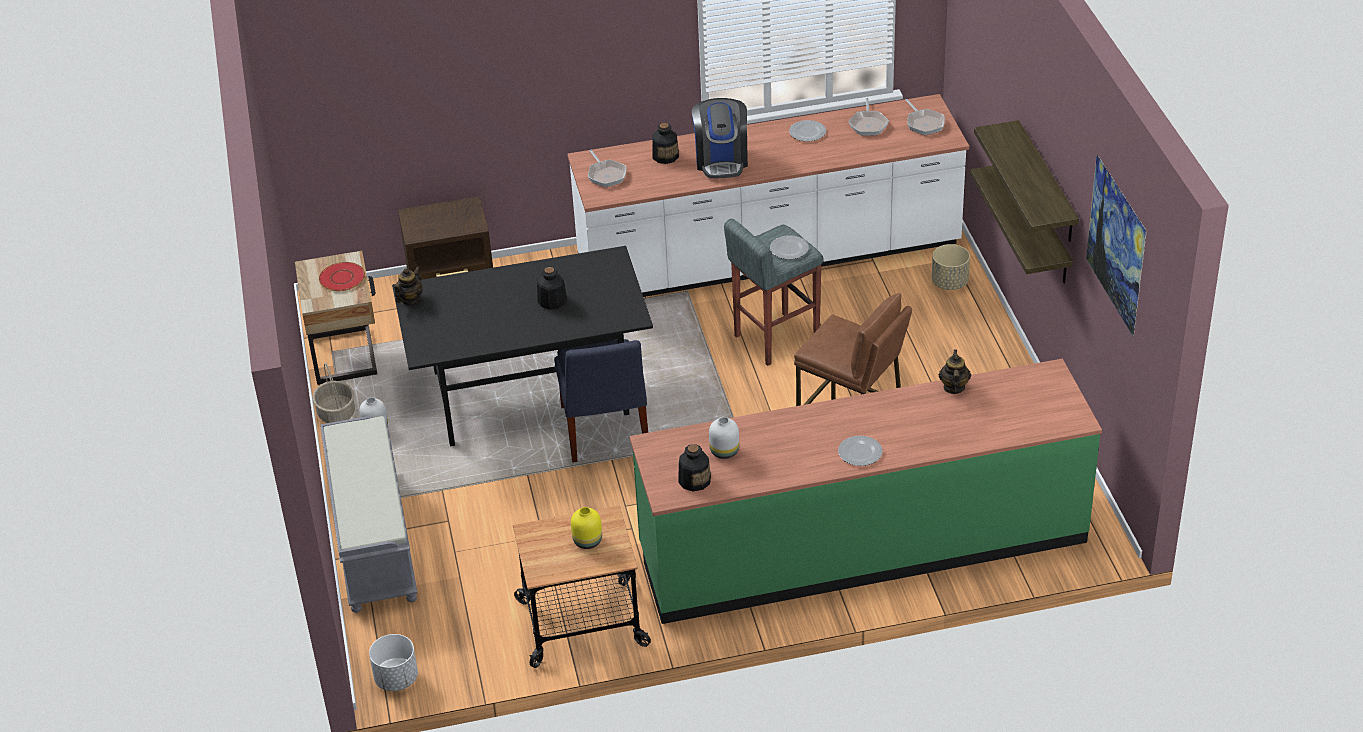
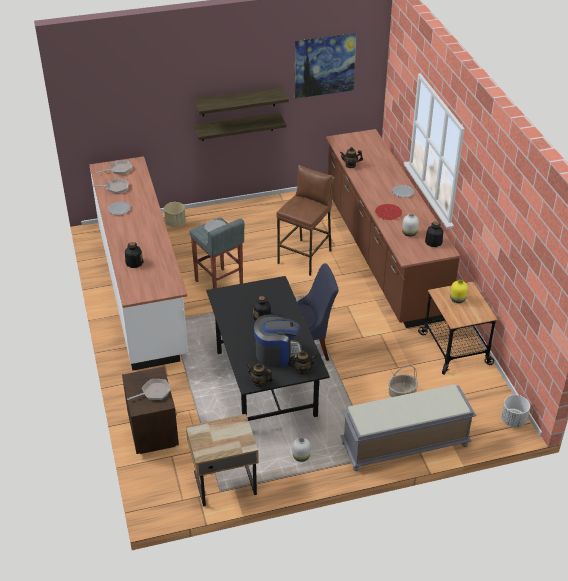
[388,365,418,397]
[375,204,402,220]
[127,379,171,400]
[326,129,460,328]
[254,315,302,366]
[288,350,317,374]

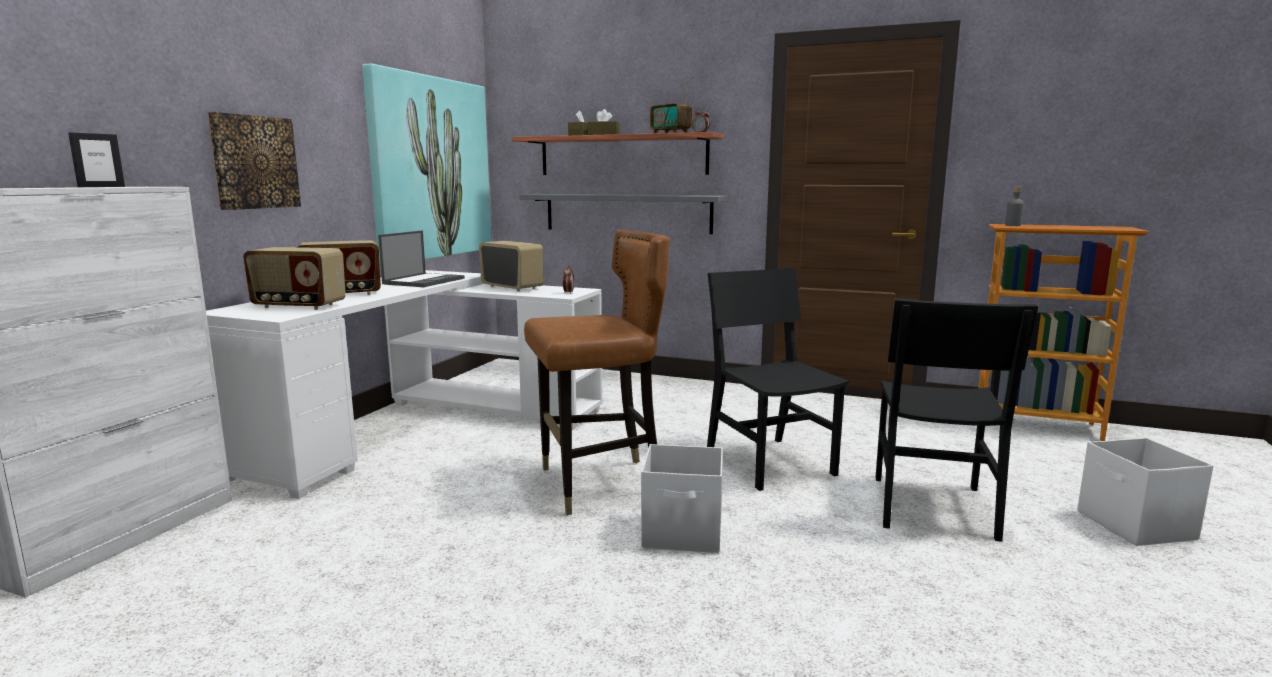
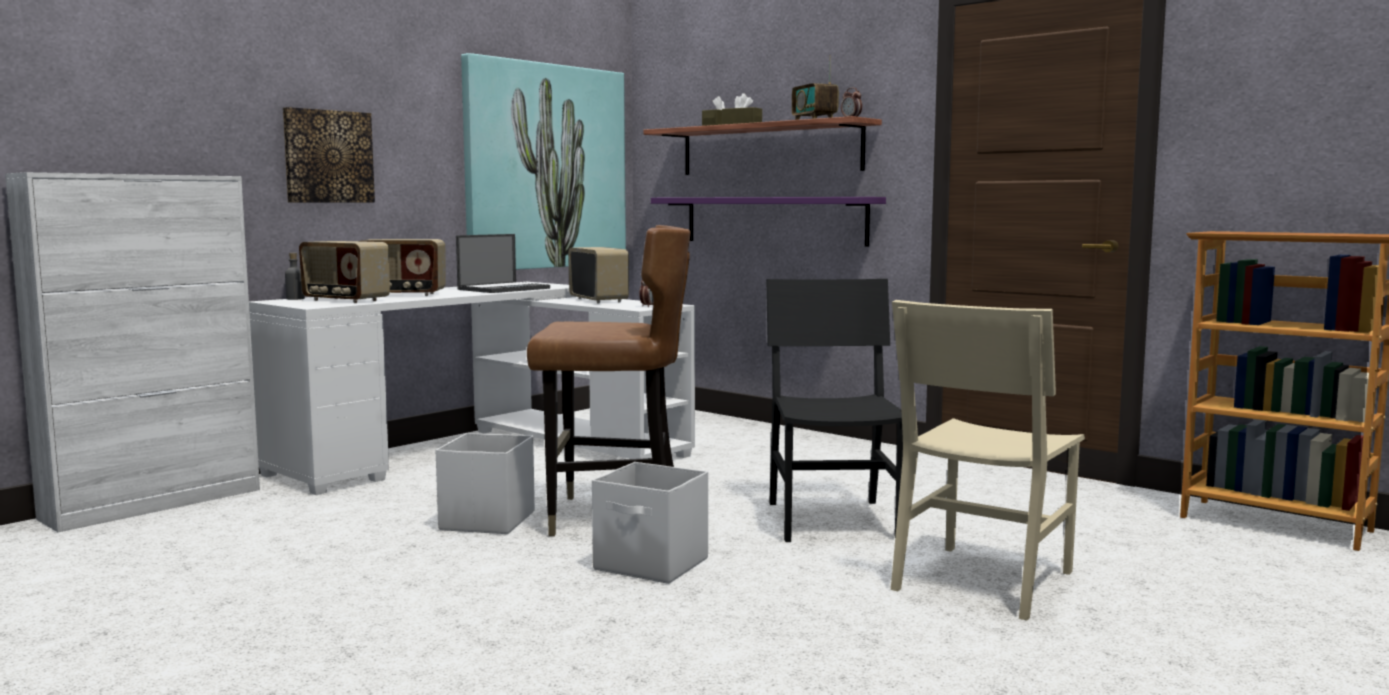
[68,132,125,187] (first image)
[651,197,886,247]
[891,300,1085,620]
[285,253,305,300]
[436,433,535,534]

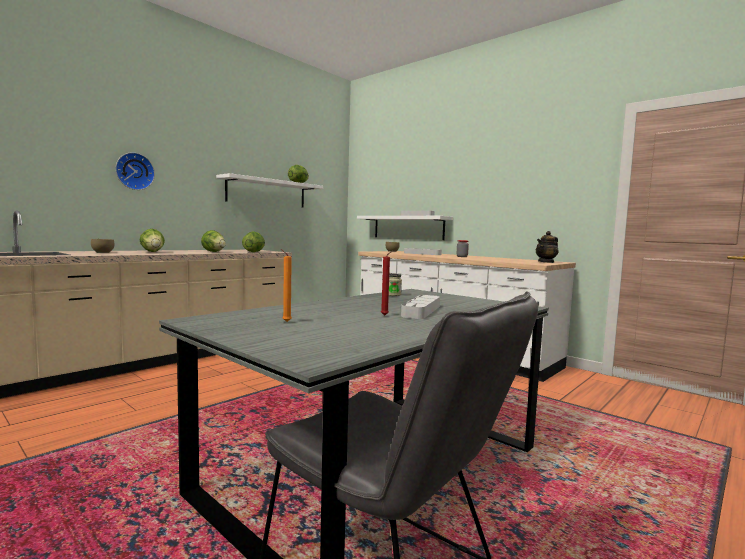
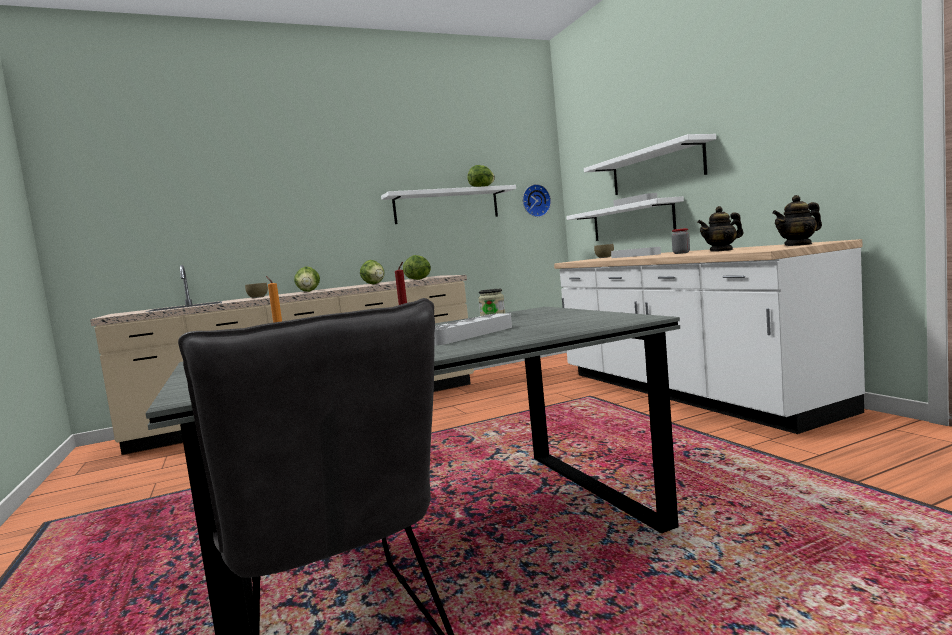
[523,184,551,217]
[584,134,716,195]
[697,206,743,251]

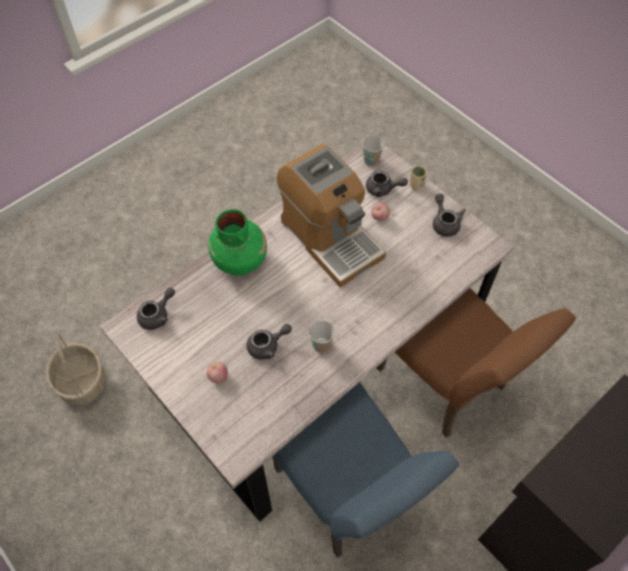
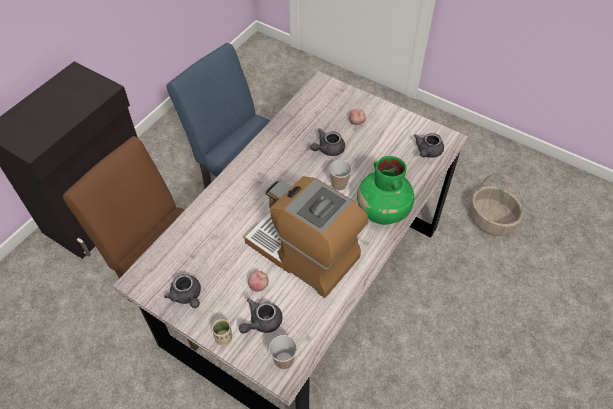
[329,160,352,191]
[239,299,282,334]

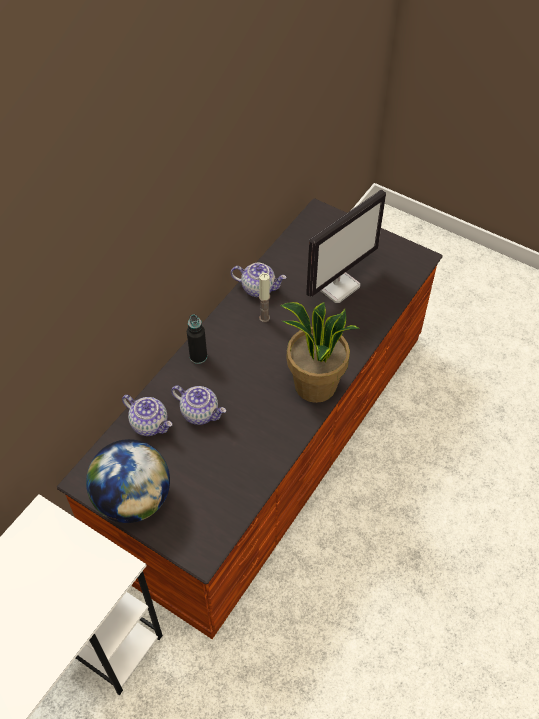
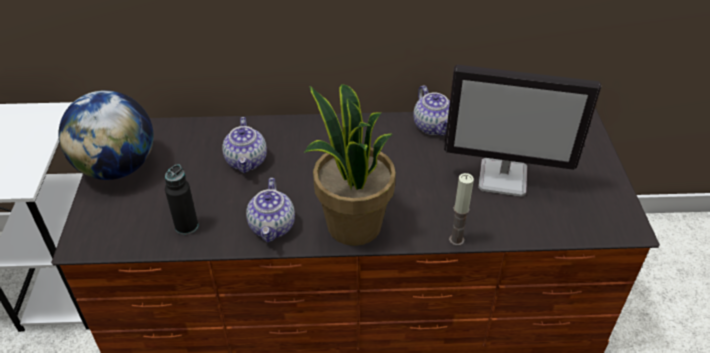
[246,178,295,242]
[165,164,198,235]
[449,173,474,246]

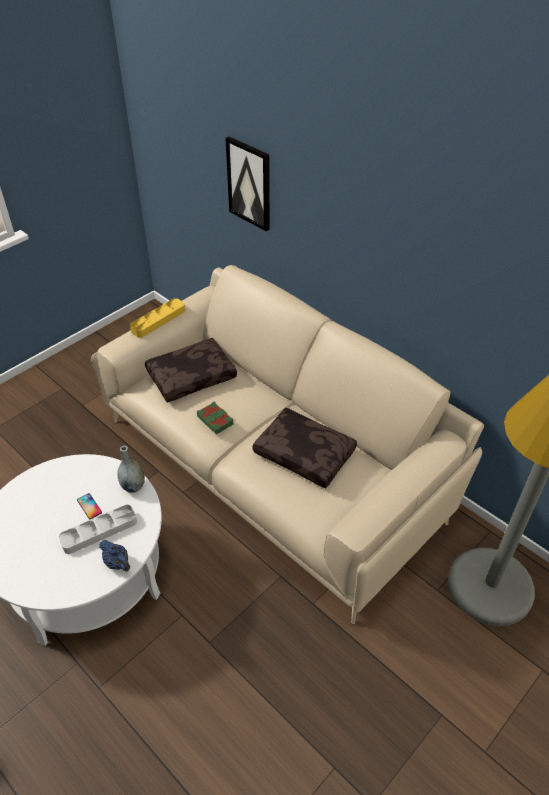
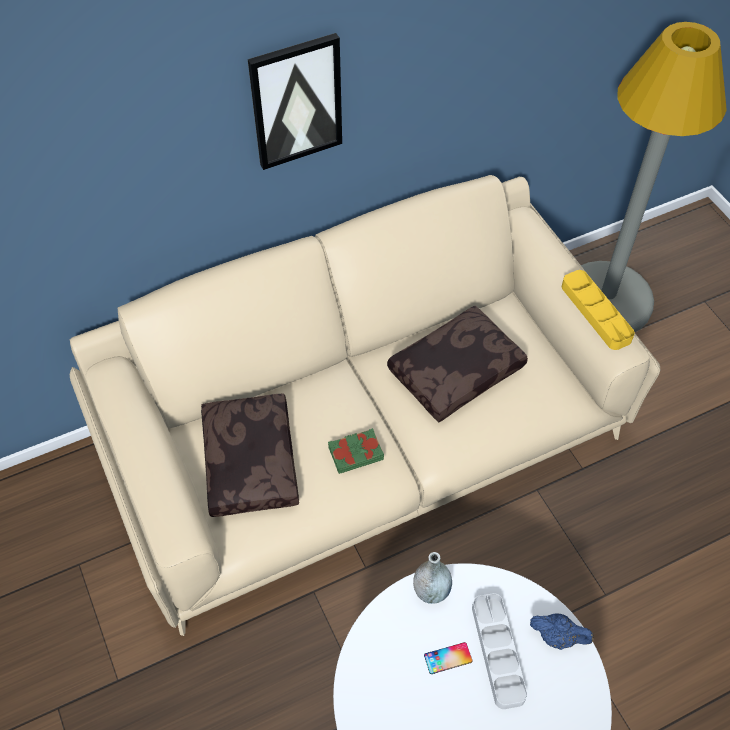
[530,613,594,650]
[562,270,635,350]
[248,33,342,170]

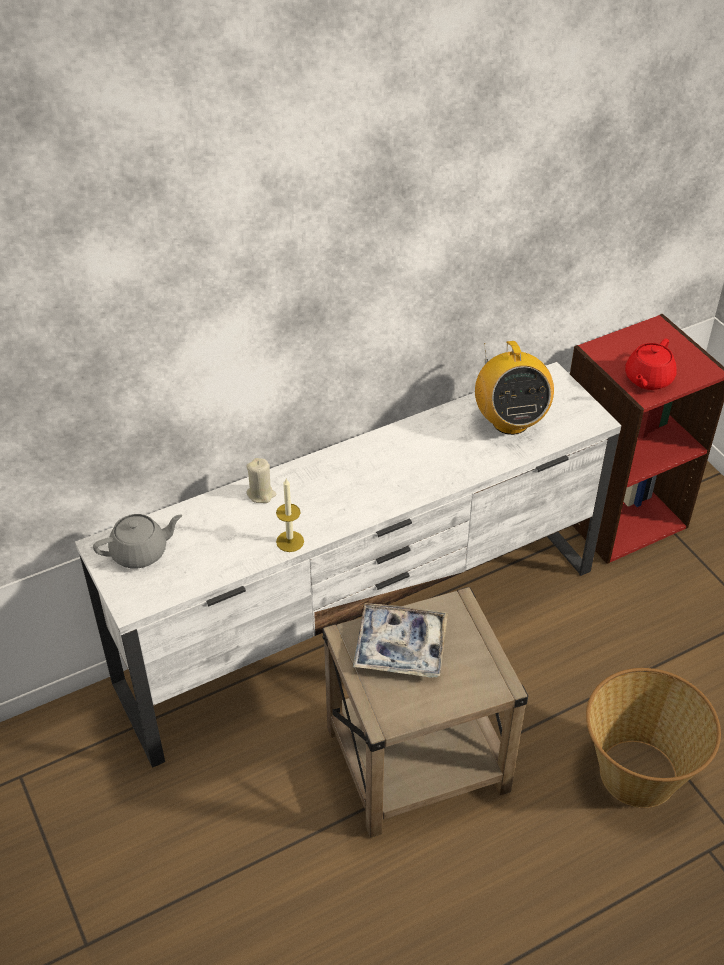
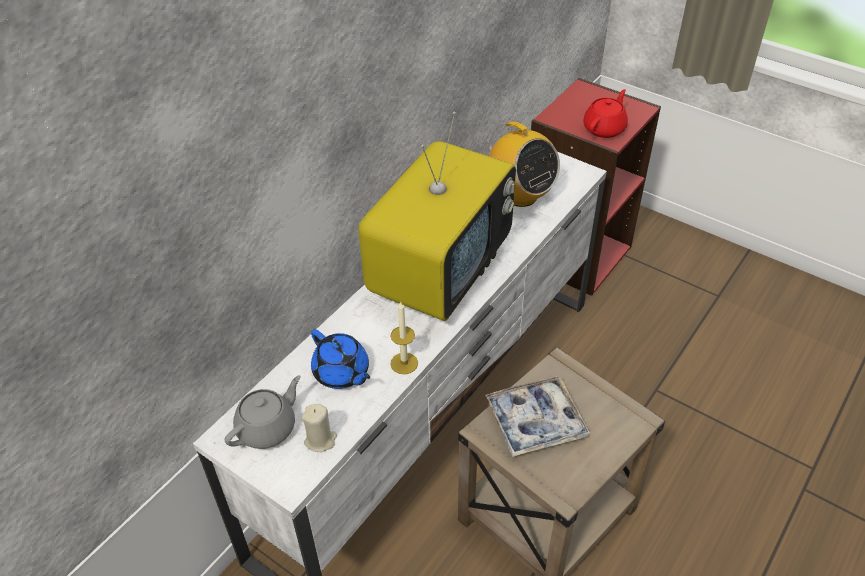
[302,404,337,452]
[586,668,721,808] (first image)
[583,89,628,138]
[311,329,370,389]
[359,112,516,321]

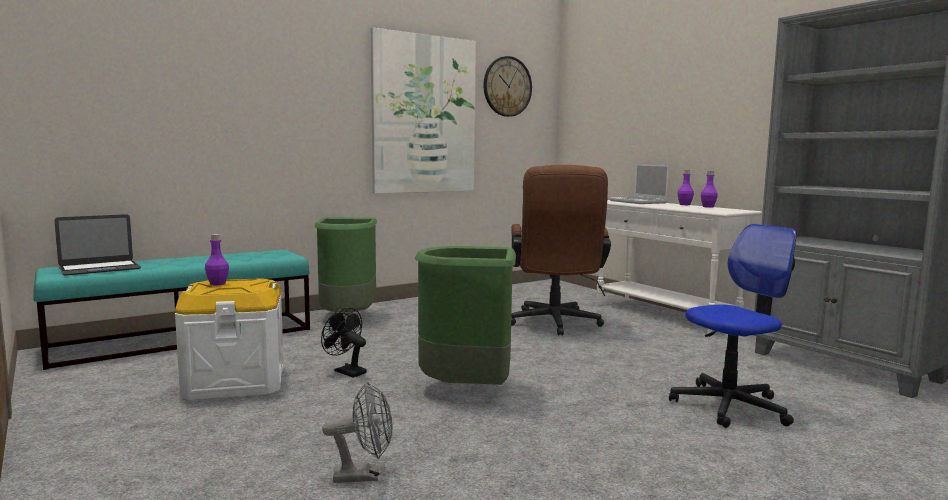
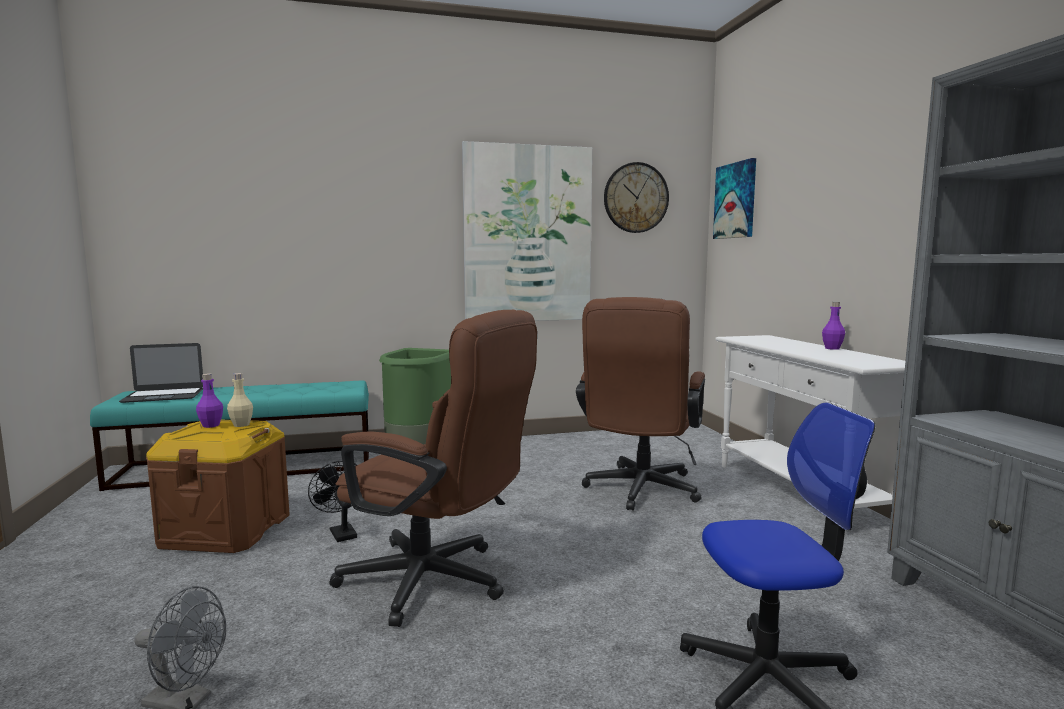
[146,420,290,553]
[329,310,537,627]
[609,164,669,204] (first image)
[701,171,718,208] (first image)
[227,373,253,427]
[713,158,756,239]

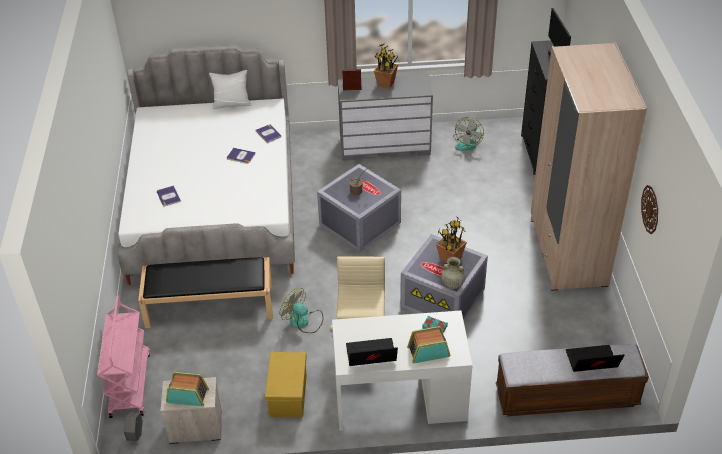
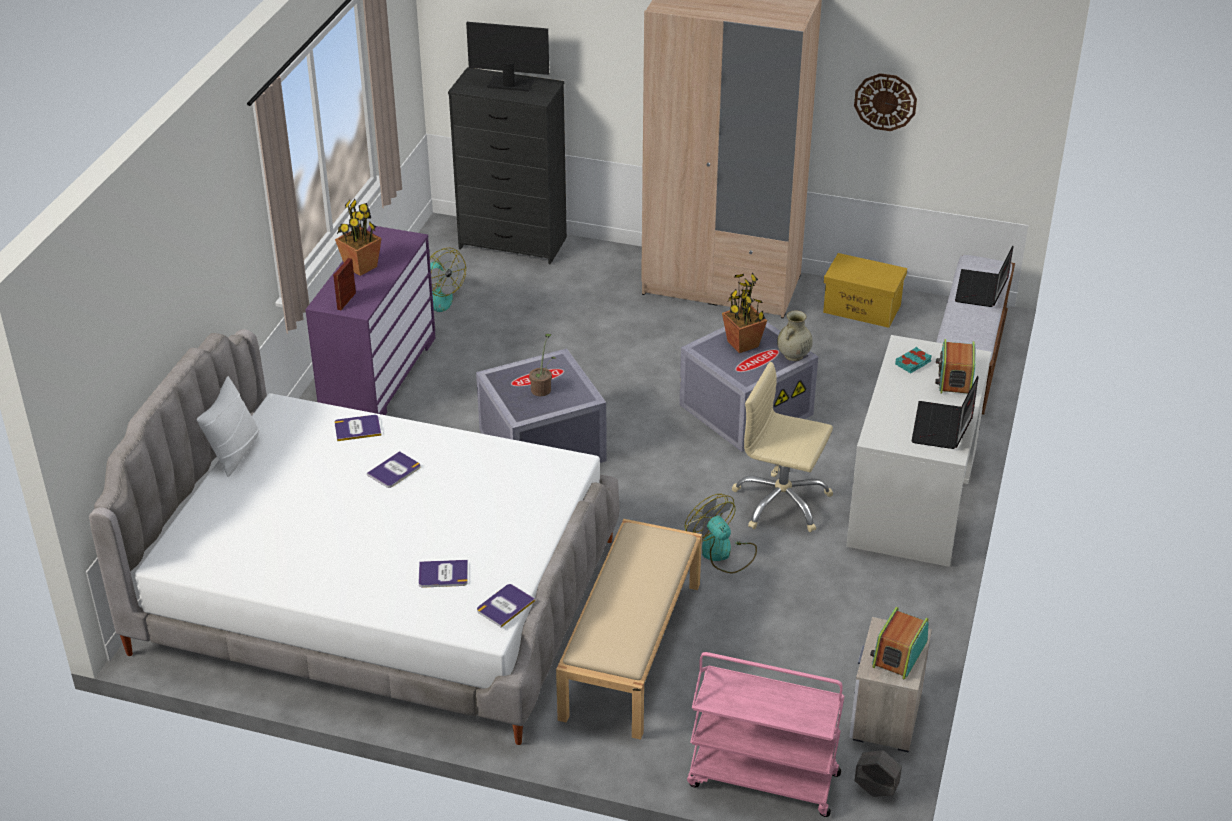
[556,519,702,740]
[823,253,907,328]
[685,494,757,573]
[305,226,435,415]
[477,584,535,627]

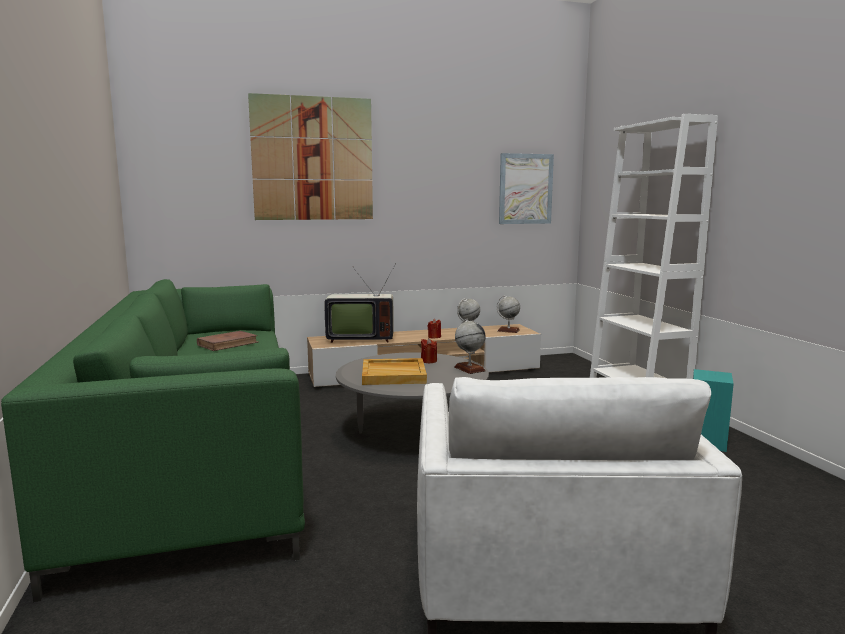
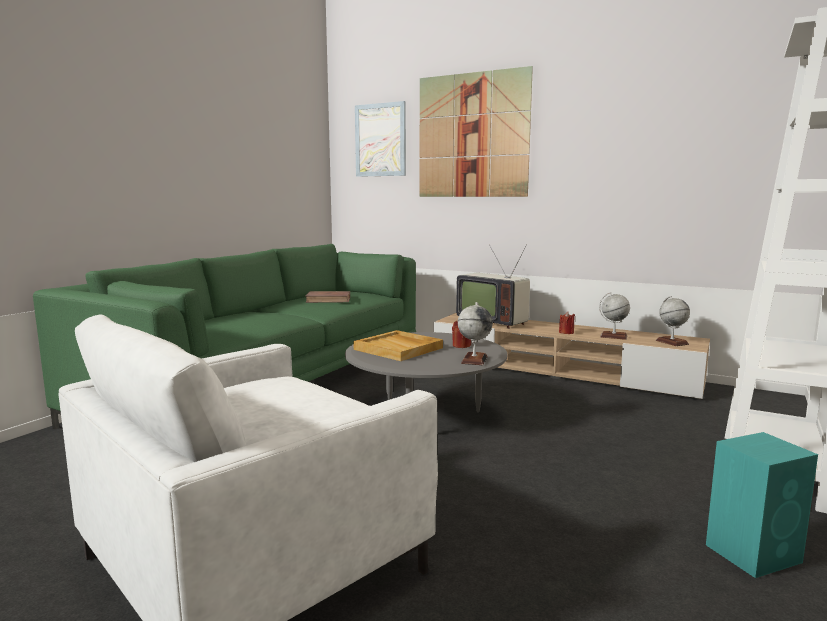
[355,101,406,177]

